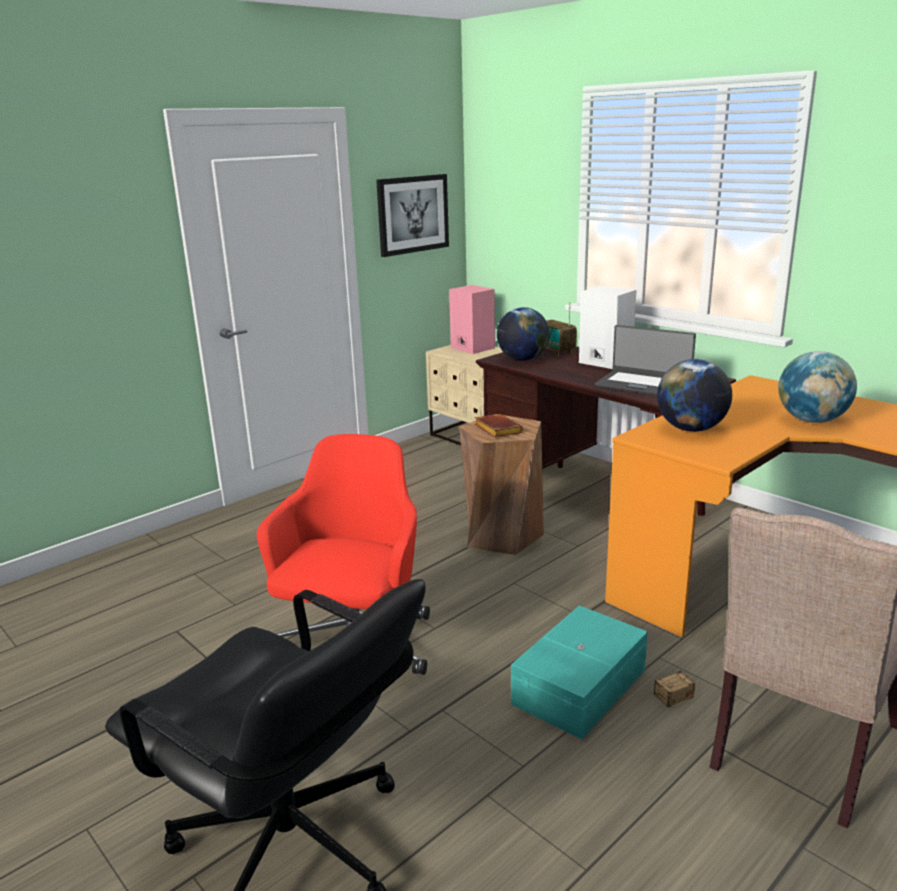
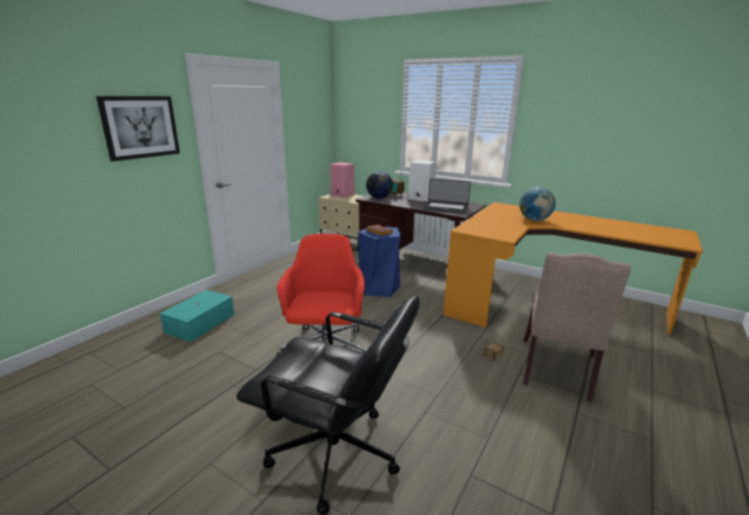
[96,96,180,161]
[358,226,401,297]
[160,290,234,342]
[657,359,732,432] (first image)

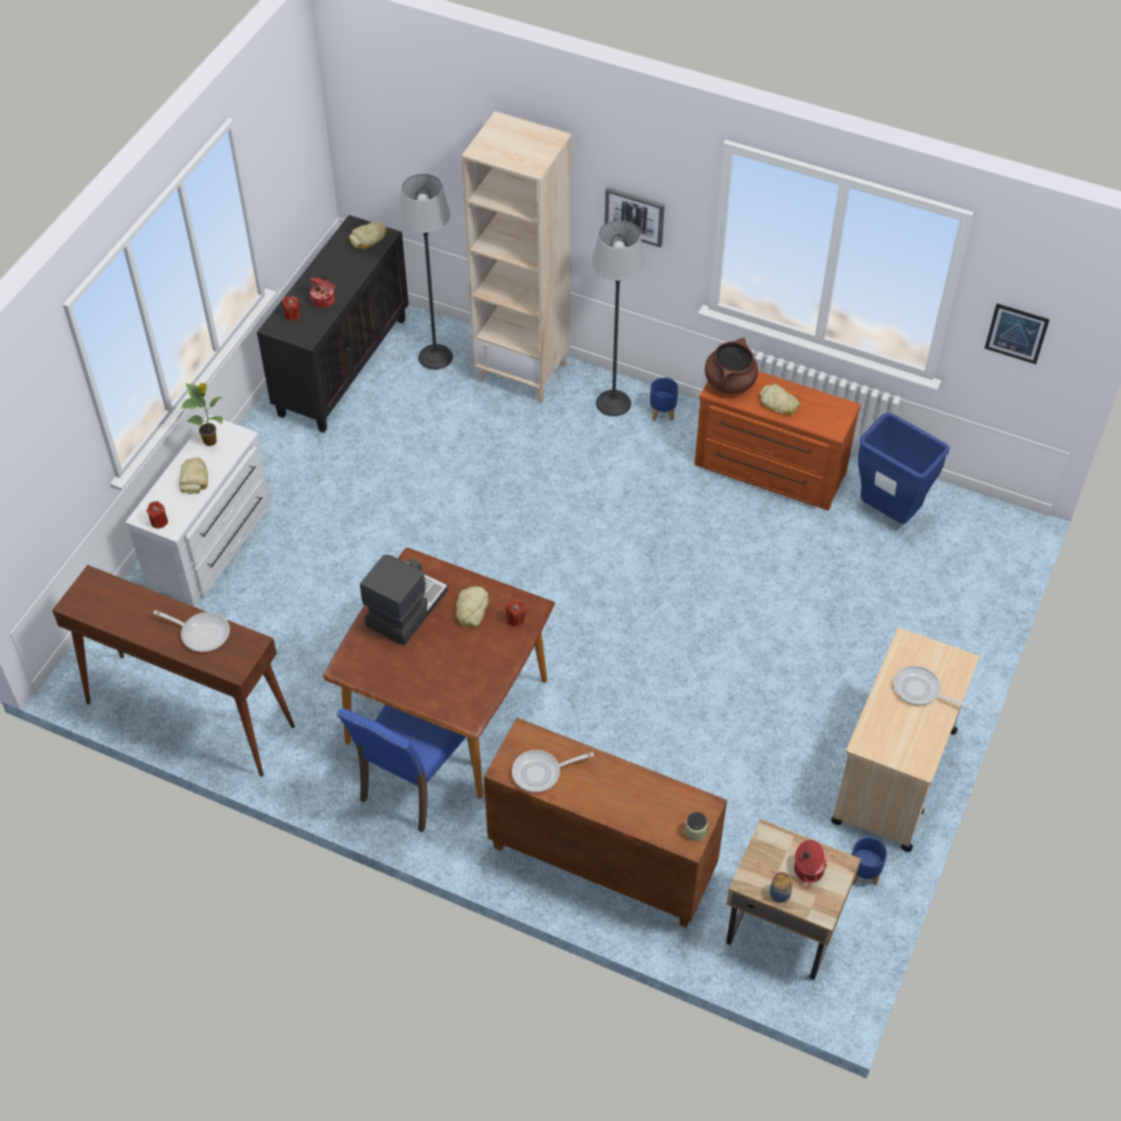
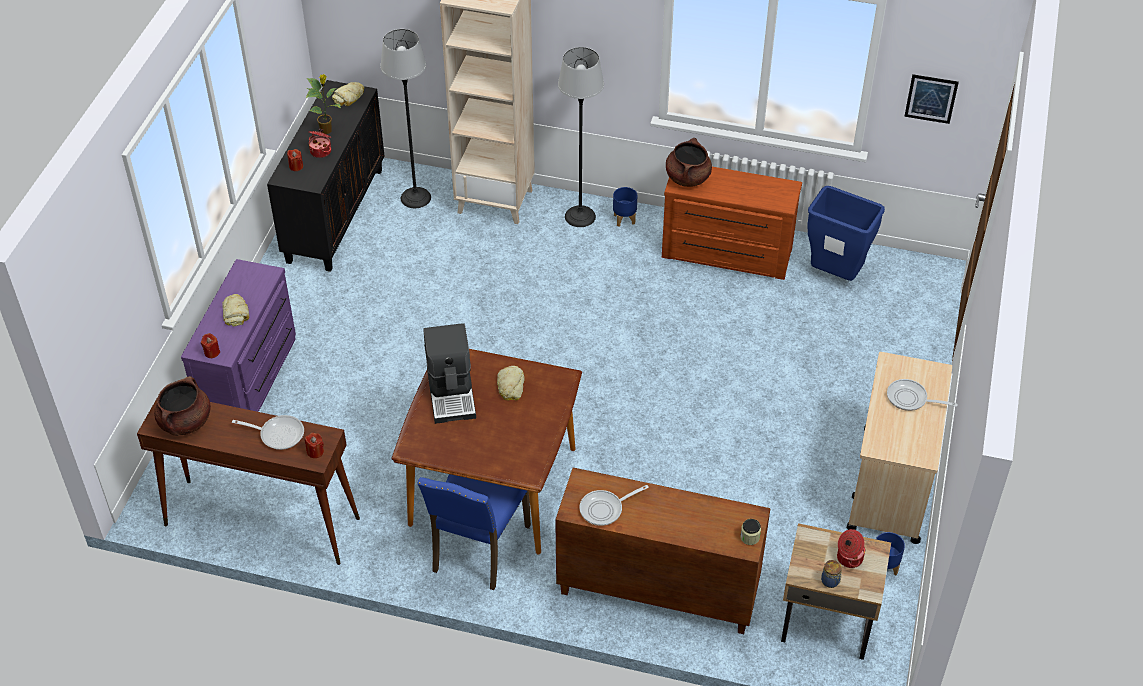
[181,259,296,412]
[306,74,341,134]
[423,323,476,424]
[305,433,324,458]
[605,187,665,248] (first image)
[759,384,800,415] (first image)
[154,376,211,436]

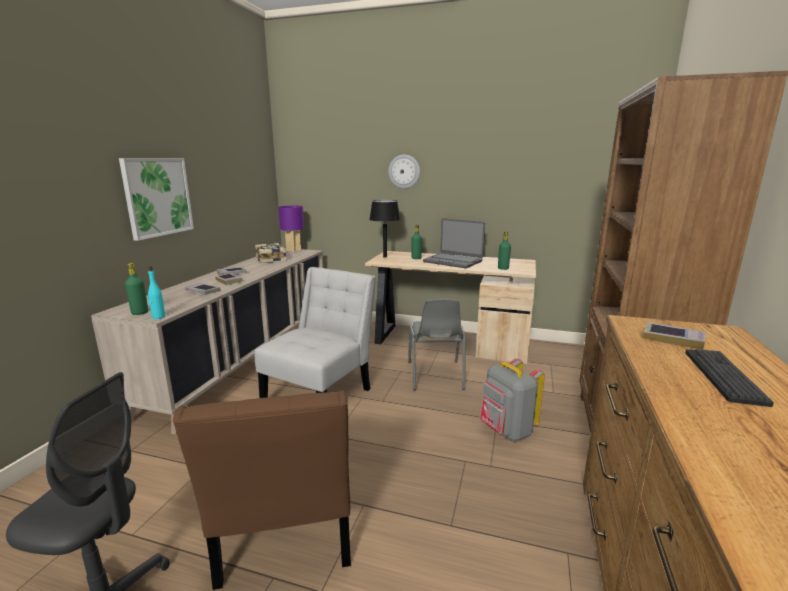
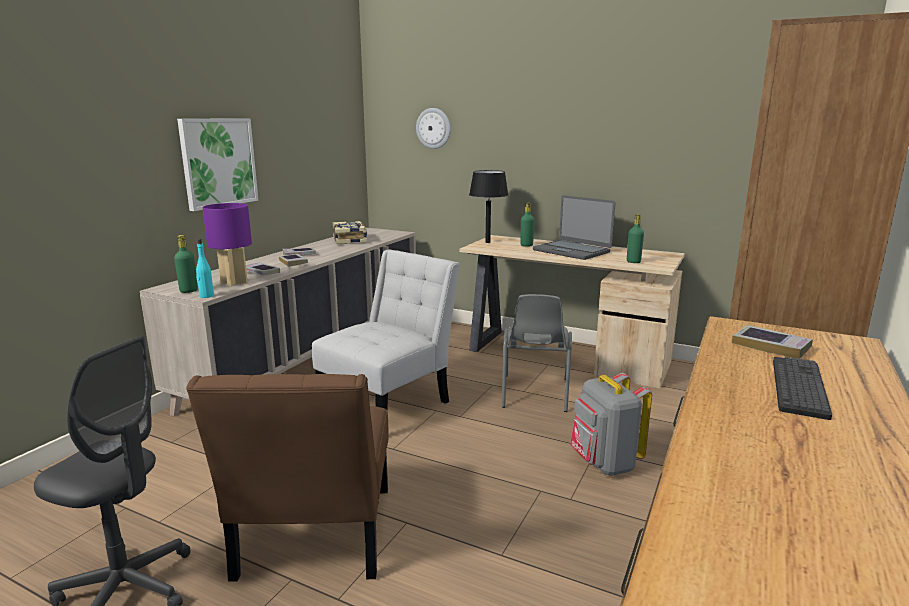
[203,203,252,287]
[416,108,451,149]

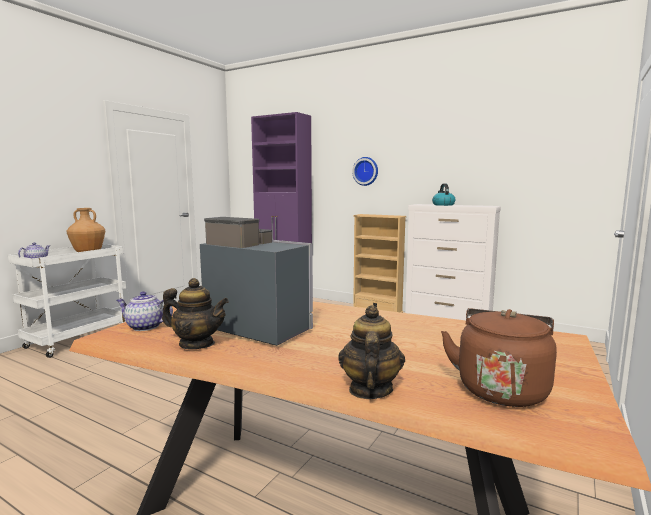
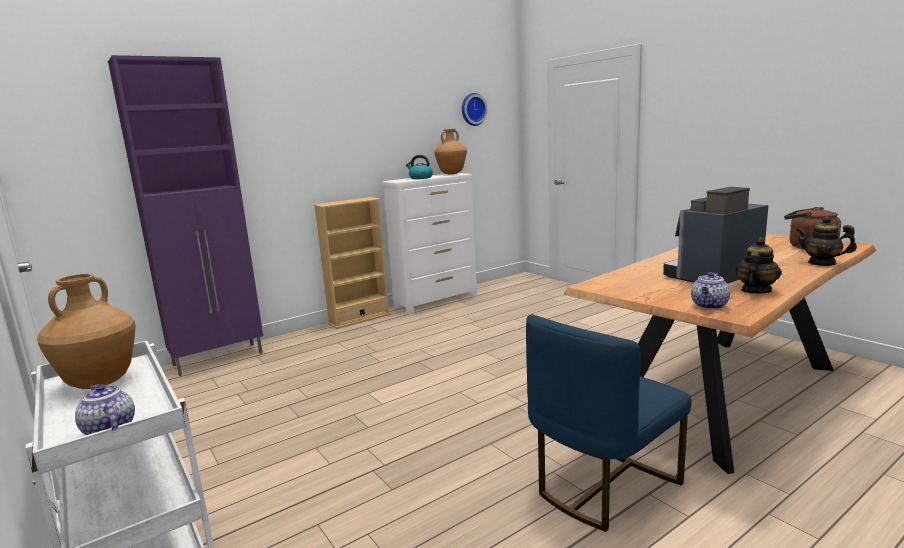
[462,93,488,126]
[434,129,467,174]
[526,314,691,532]

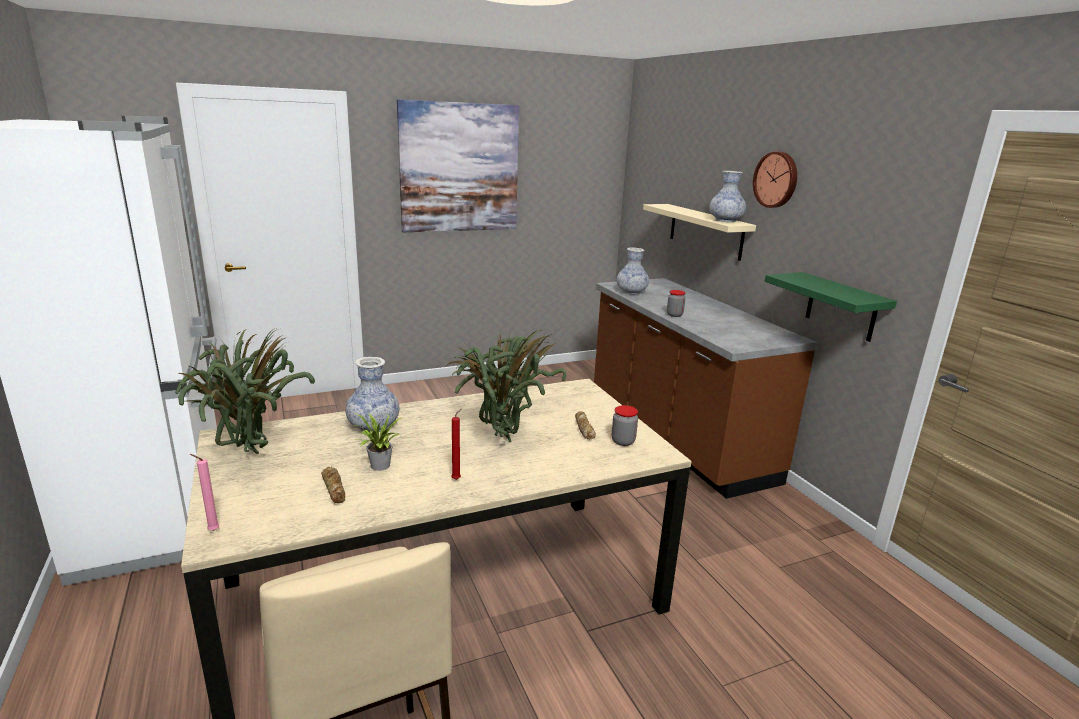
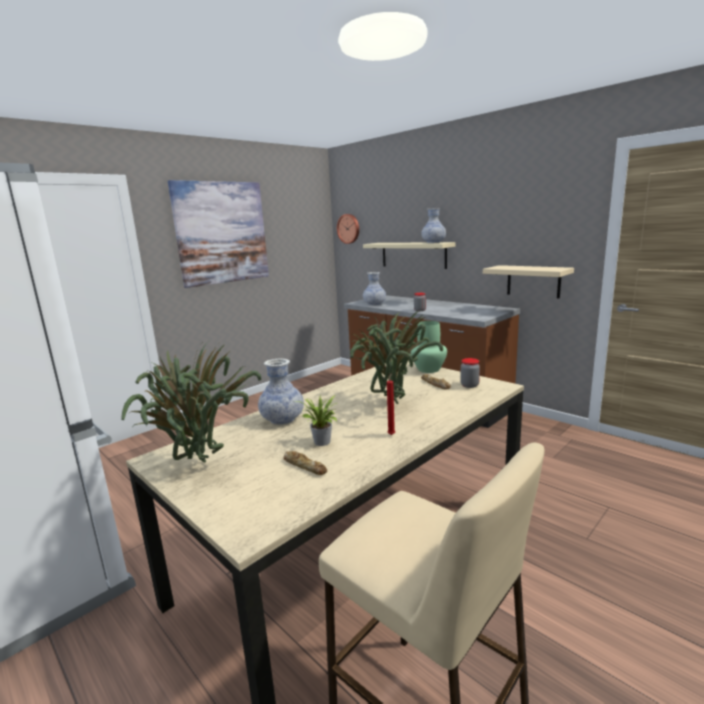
[190,454,219,531] (first image)
[337,214,359,244]
[483,265,574,298]
[410,321,447,373]

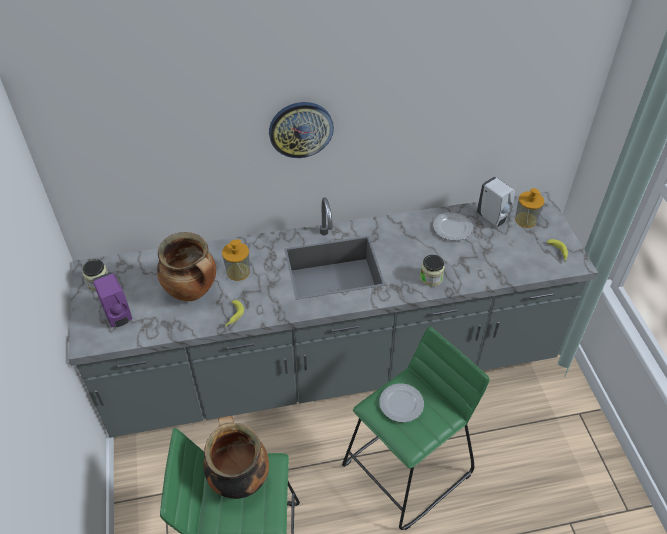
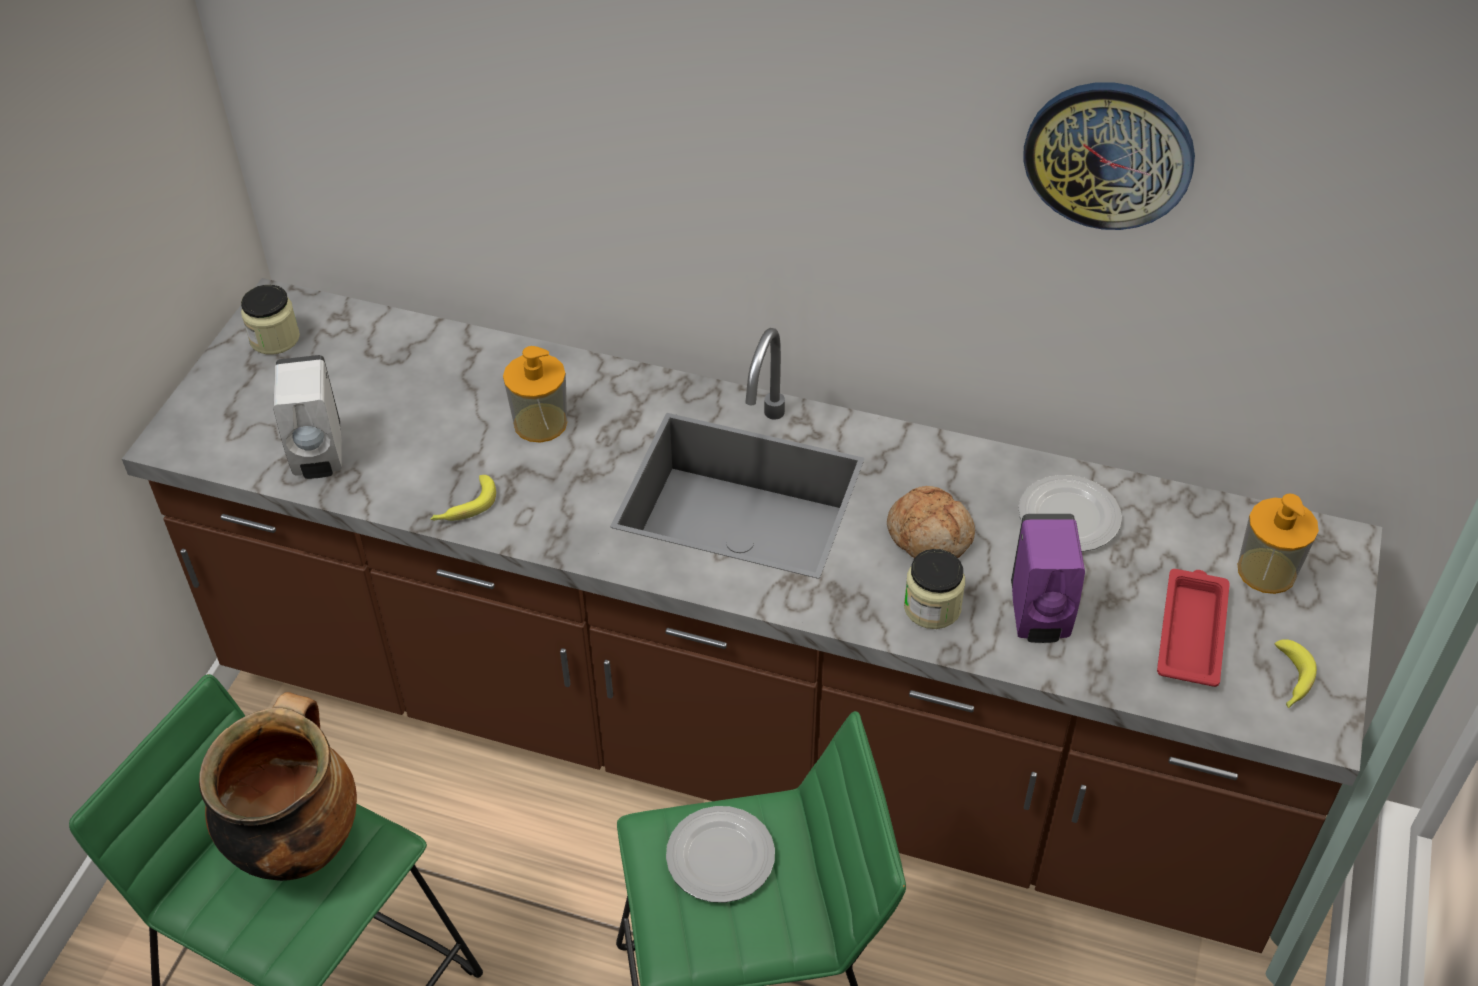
[122,278,1382,953]
[1011,514,1085,643]
[157,232,216,301] (first image)
[1023,82,1195,230]
[273,355,342,479]
[887,486,975,558]
[1157,569,1230,687]

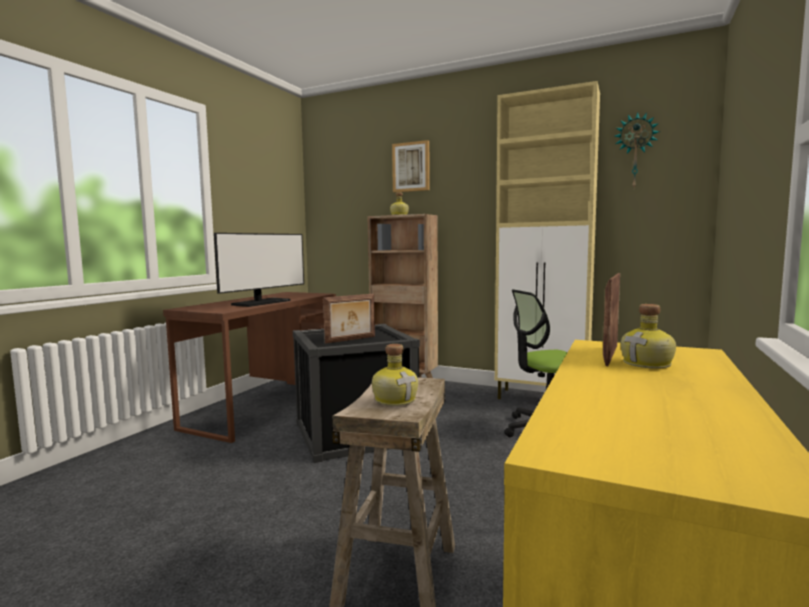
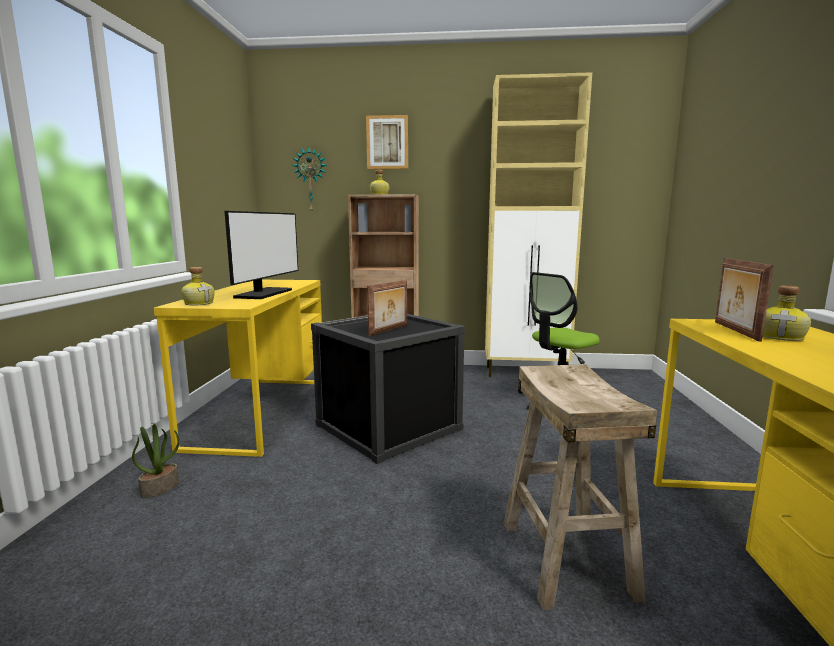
[154,280,322,457]
[181,267,214,305]
[292,147,327,213]
[132,424,179,498]

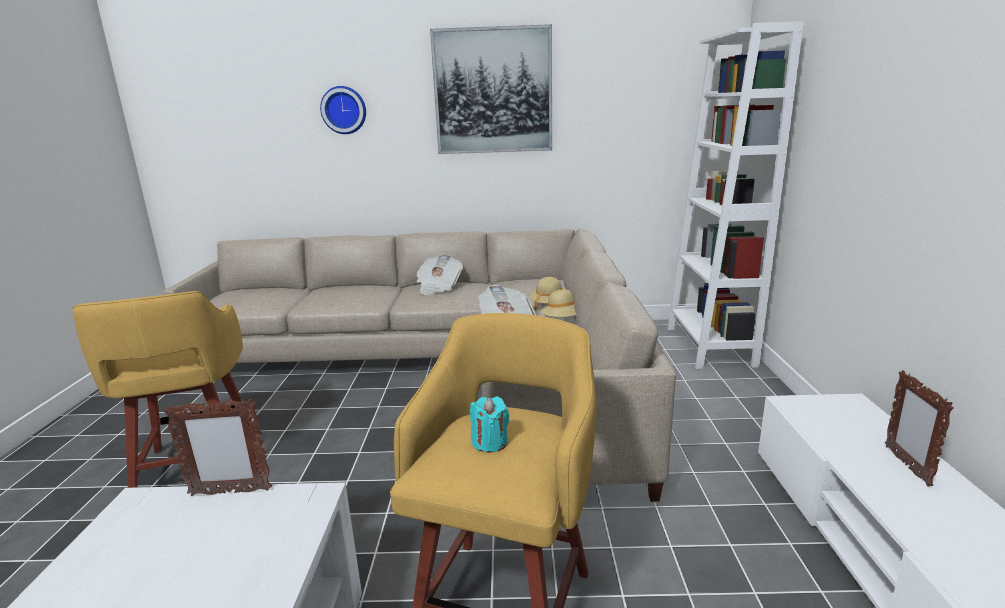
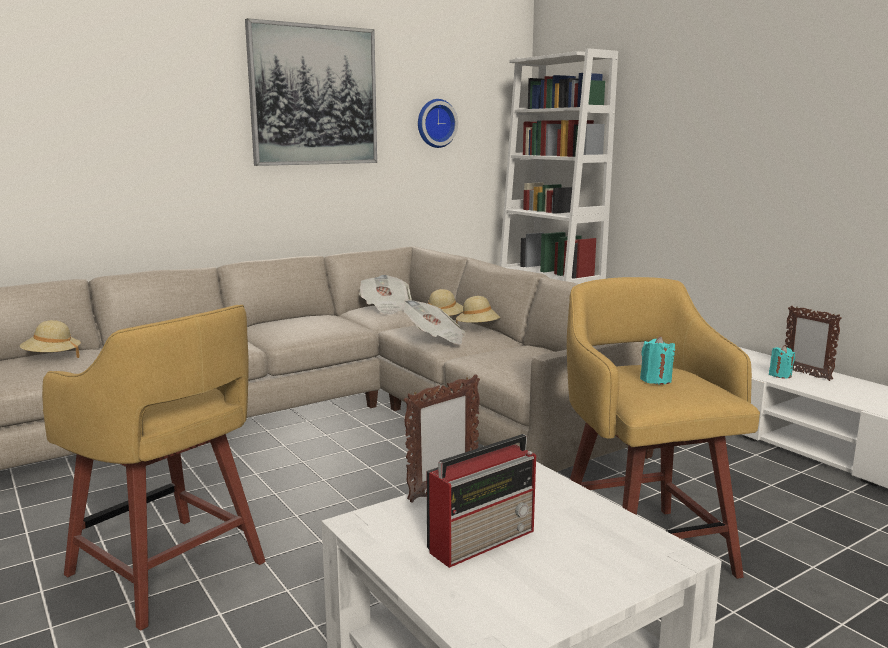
[418,99,458,148]
[359,275,412,315]
[20,320,81,358]
[427,434,536,568]
[769,345,795,379]

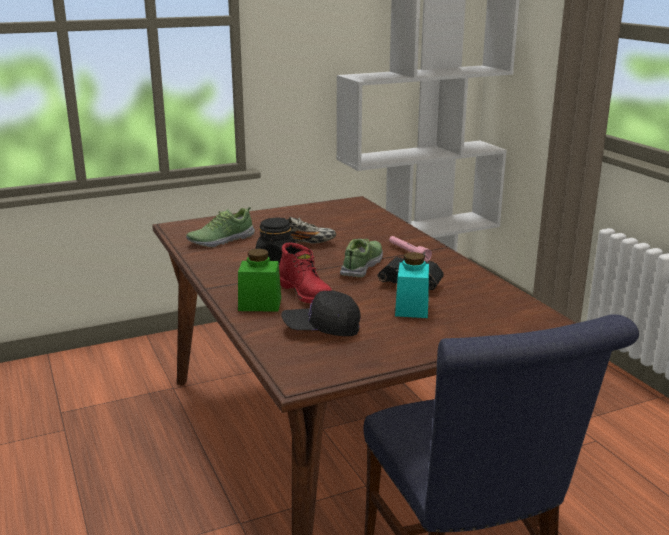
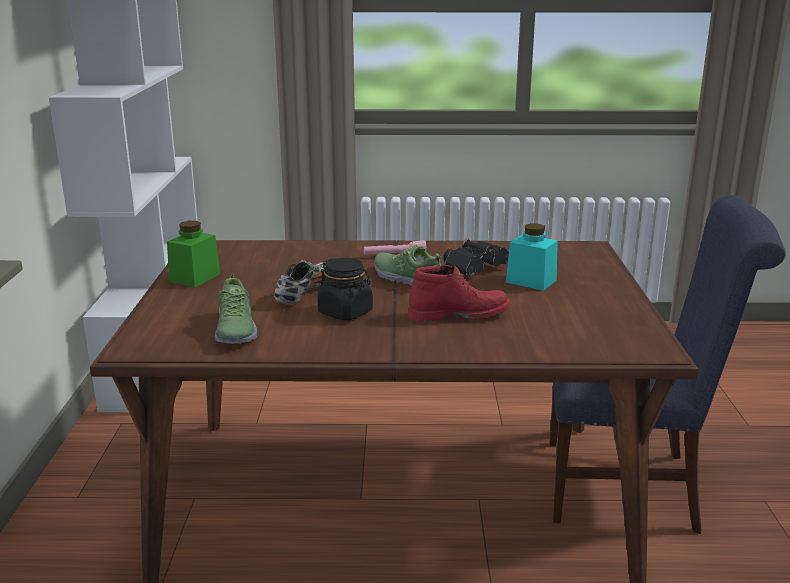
[167,221,221,287]
[281,291,361,336] (first image)

